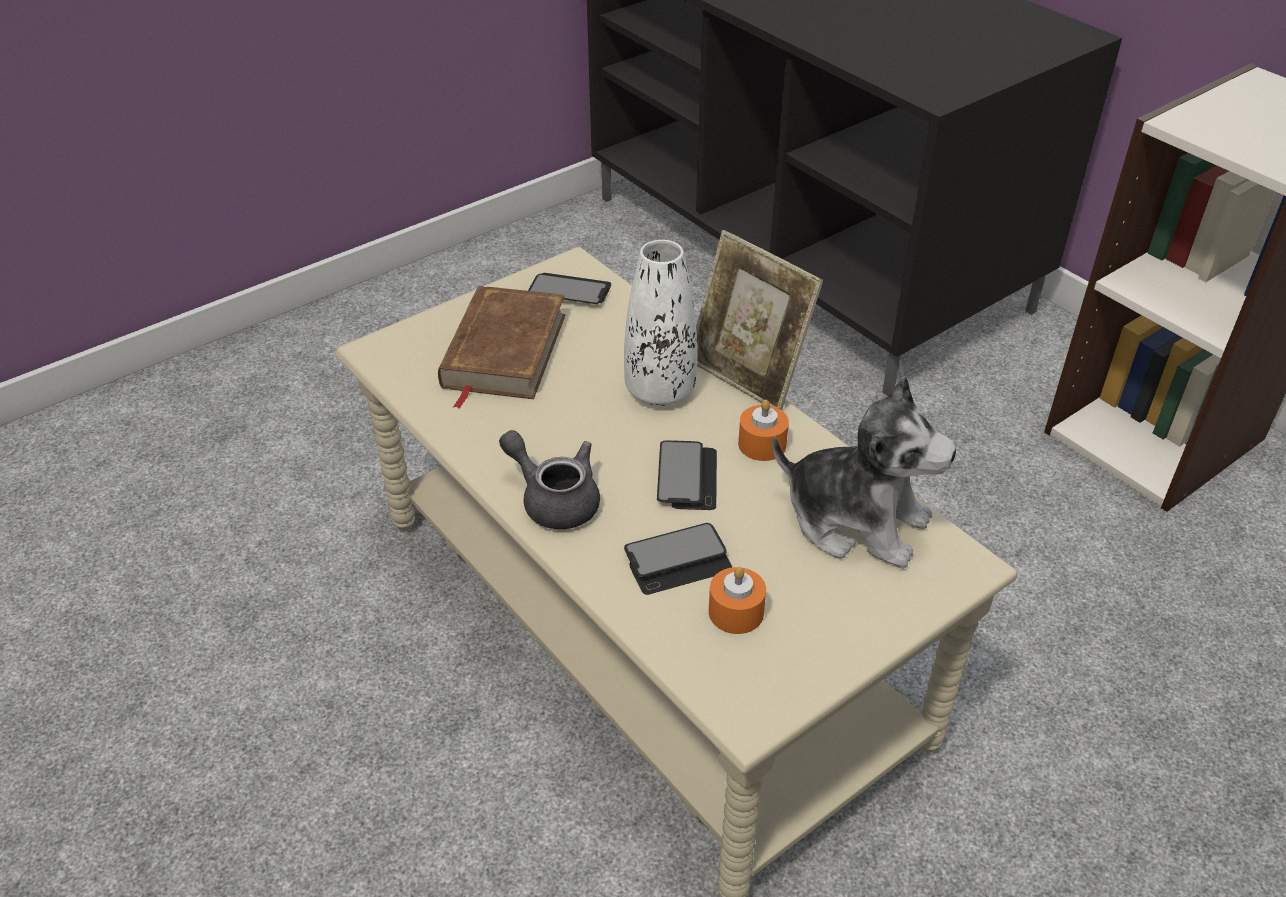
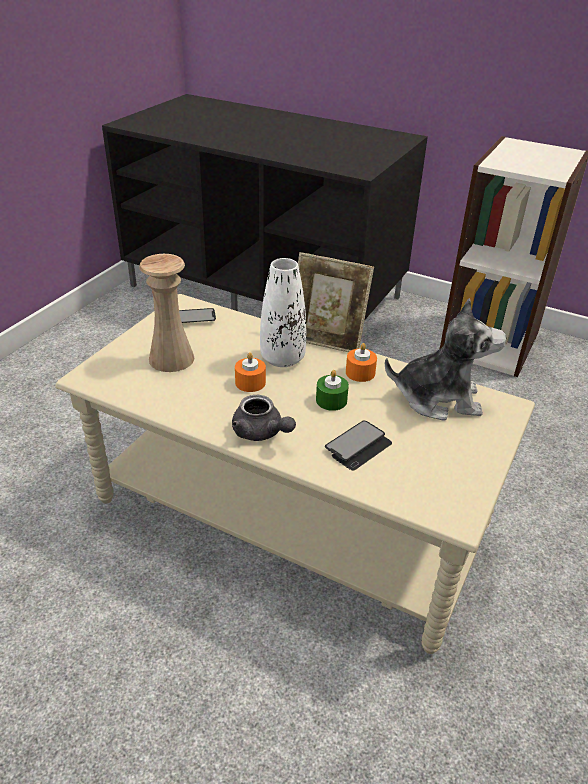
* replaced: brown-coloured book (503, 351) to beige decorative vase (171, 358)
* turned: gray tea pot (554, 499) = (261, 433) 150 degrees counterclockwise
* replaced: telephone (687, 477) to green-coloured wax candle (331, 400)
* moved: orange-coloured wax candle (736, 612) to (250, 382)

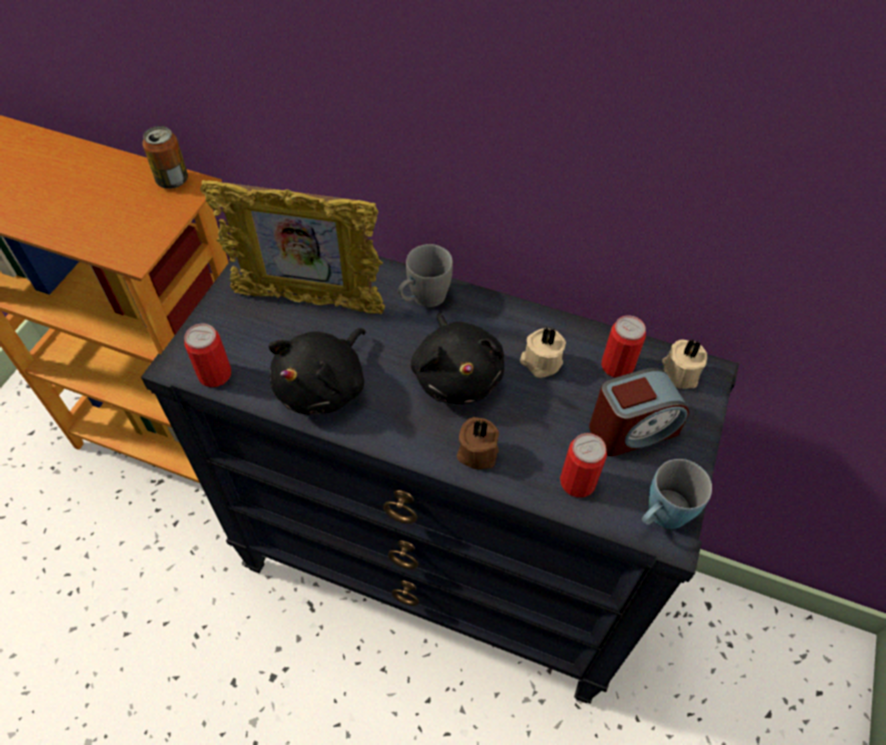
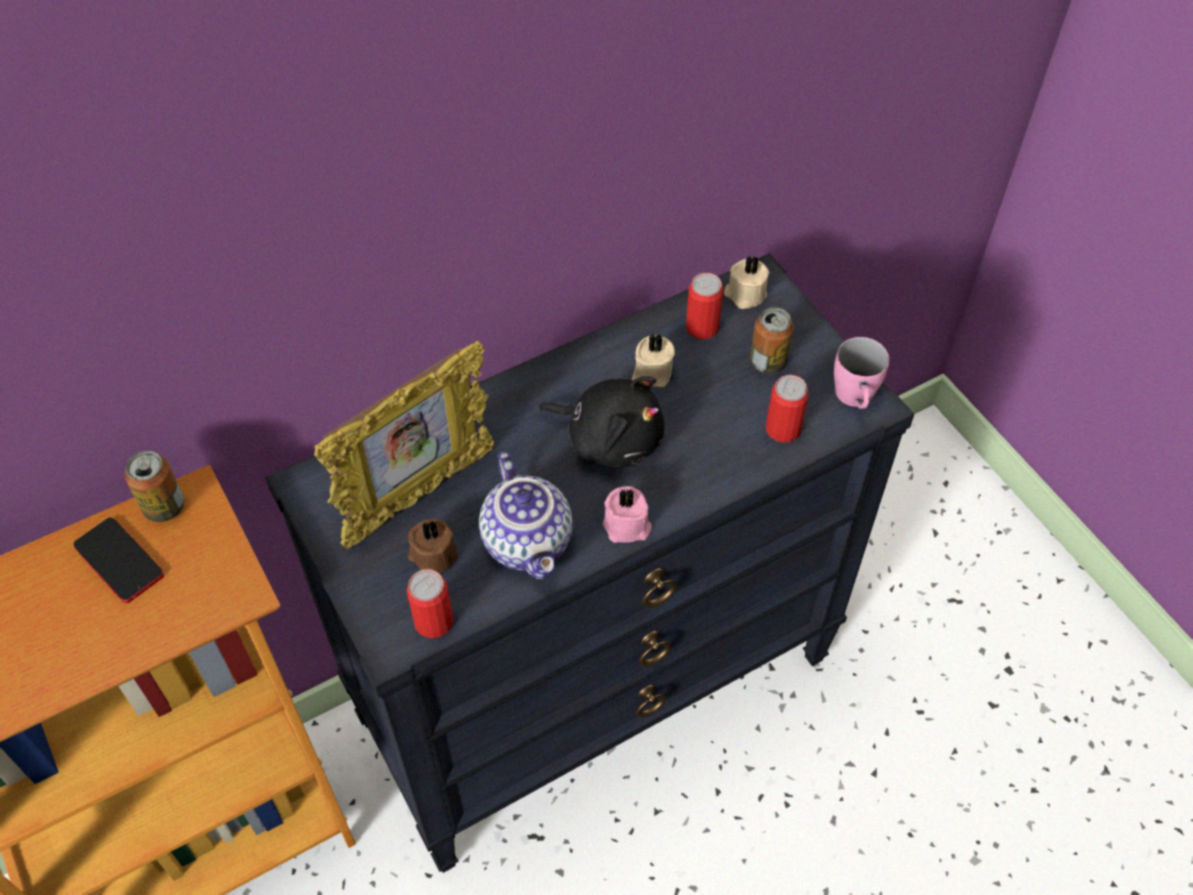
* removed: gray mug (423, 299)
* replaced: black-coloured plush toy (324, 386) to tea pot (530, 542)
* replaced: bedside clock (632, 429) to can (768, 361)
* moved: brown-coloured wax candle (477, 451) to (432, 556)
* recoloured: blue mug (661, 517) to pink-coloured mug (855, 400)
* added: pink-coloured wax candle (627, 527)
* added: telephone (119, 561)

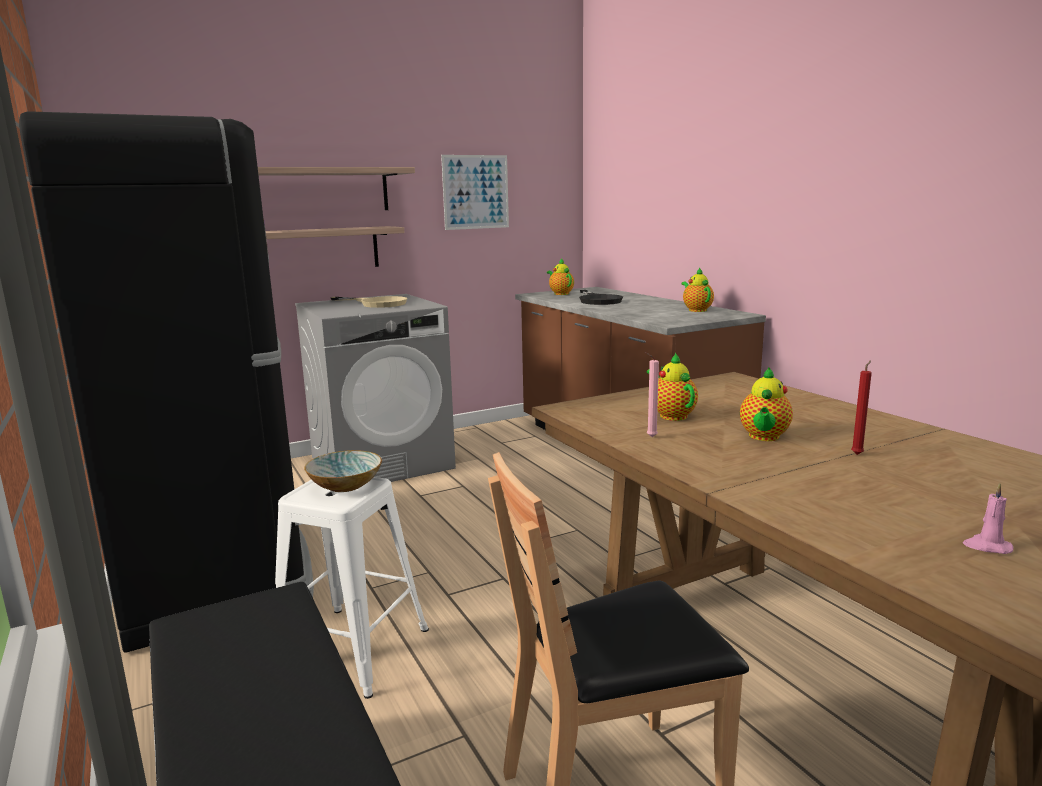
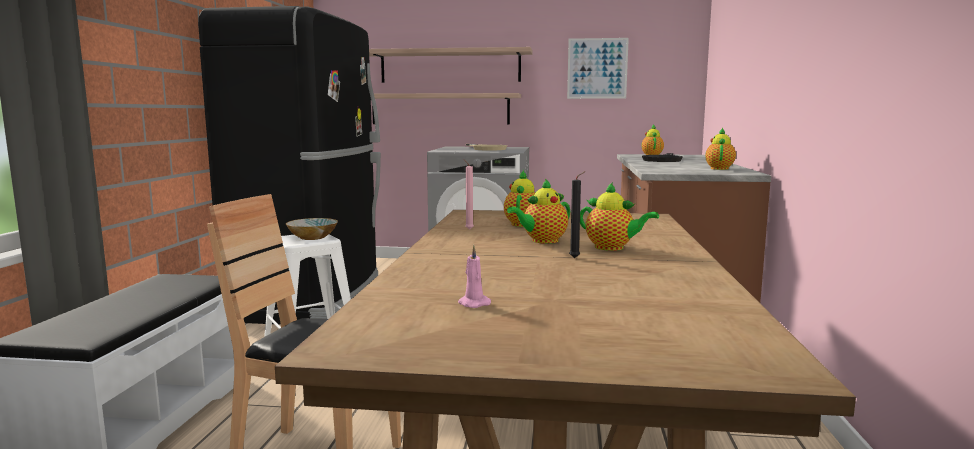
* recoloured: red-coloured wax candle (857, 454) to black-coloured wax candle (576, 258)
* added: tea pot (612, 248)

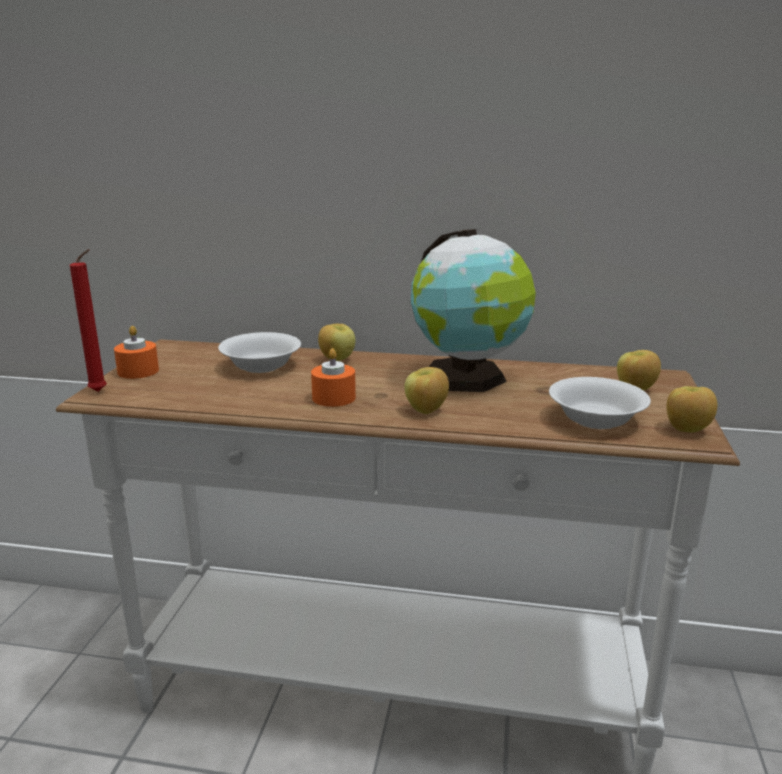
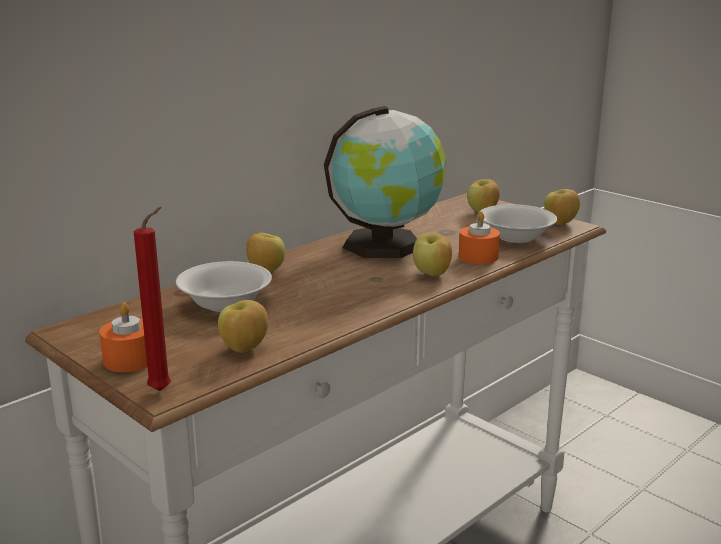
* moved: orange-coloured wax candle (334, 398) to (478, 256)
* added: whole apple (244, 348)

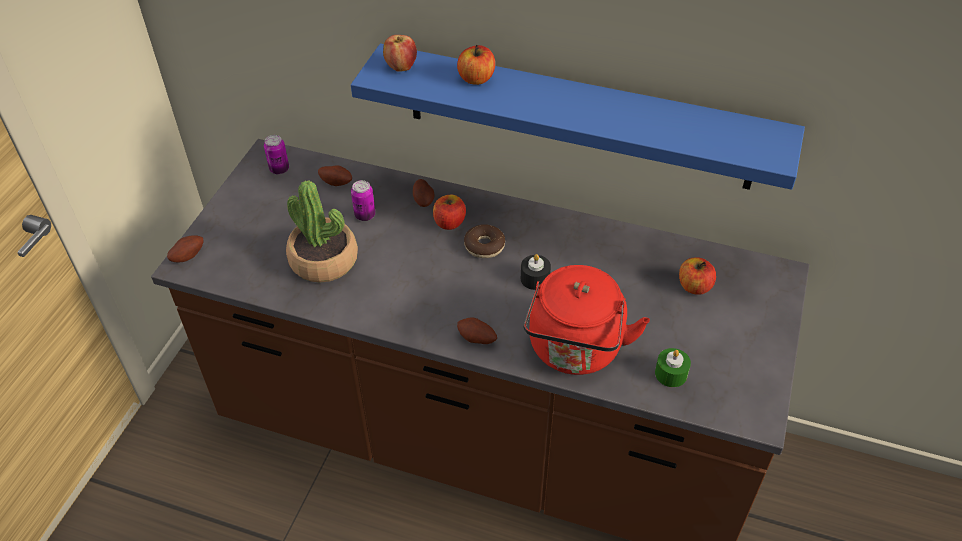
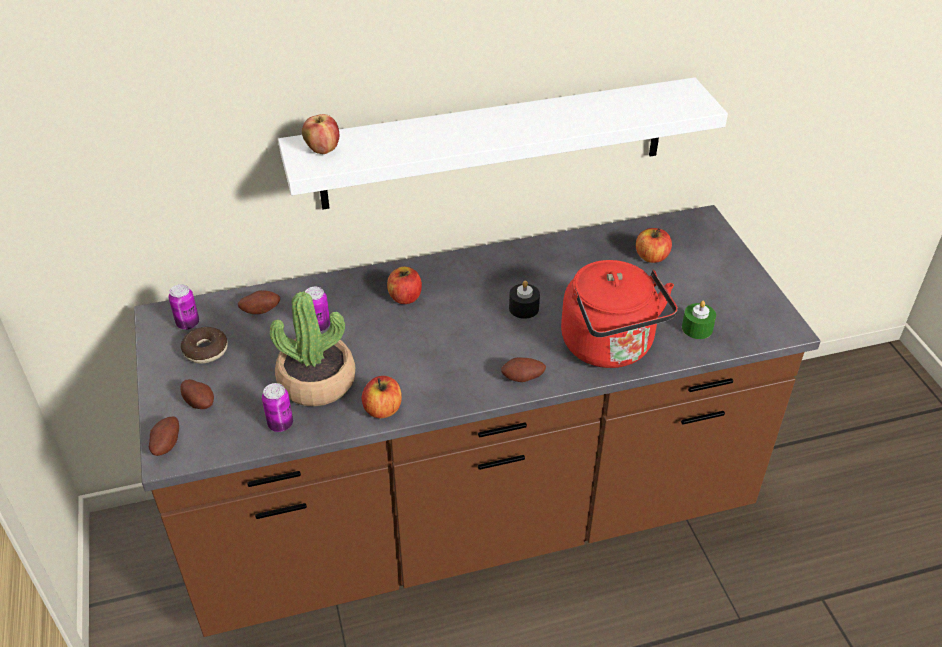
* recoloured: blue wall shelf (578, 117) to white-coloured wall shelf (495, 144)
* moved: whole apple (476, 78) to (383, 409)
* moved: spud (424, 200) to (200, 402)
* moved: doughnut (484, 246) to (205, 350)
* added: can (280, 424)

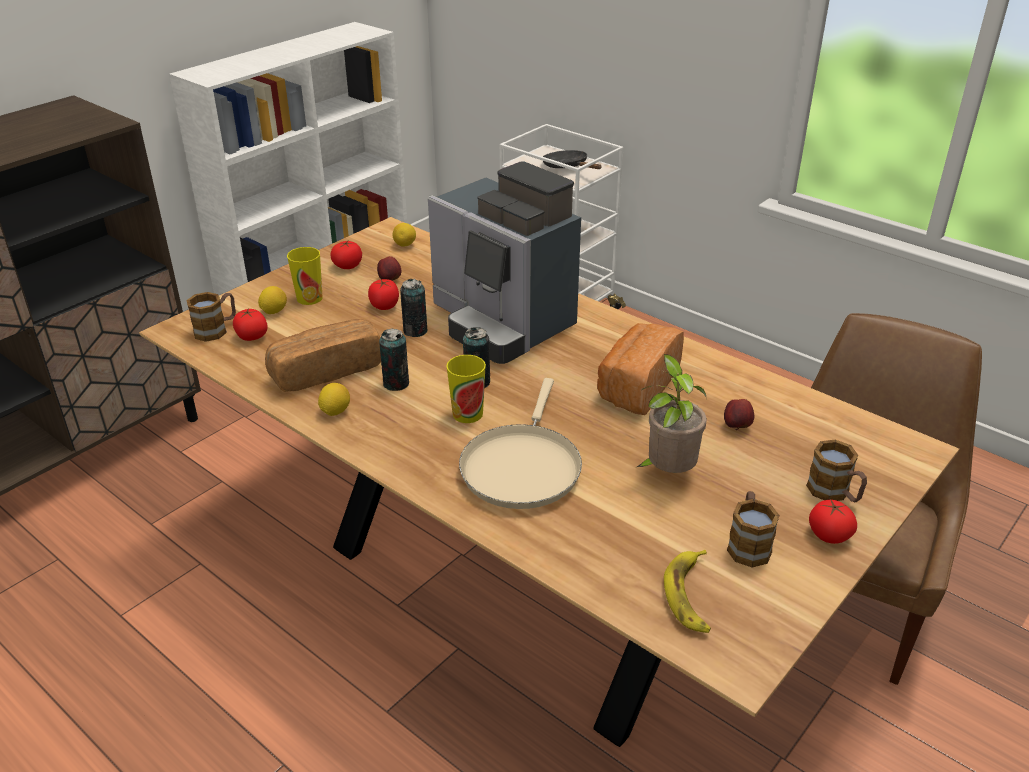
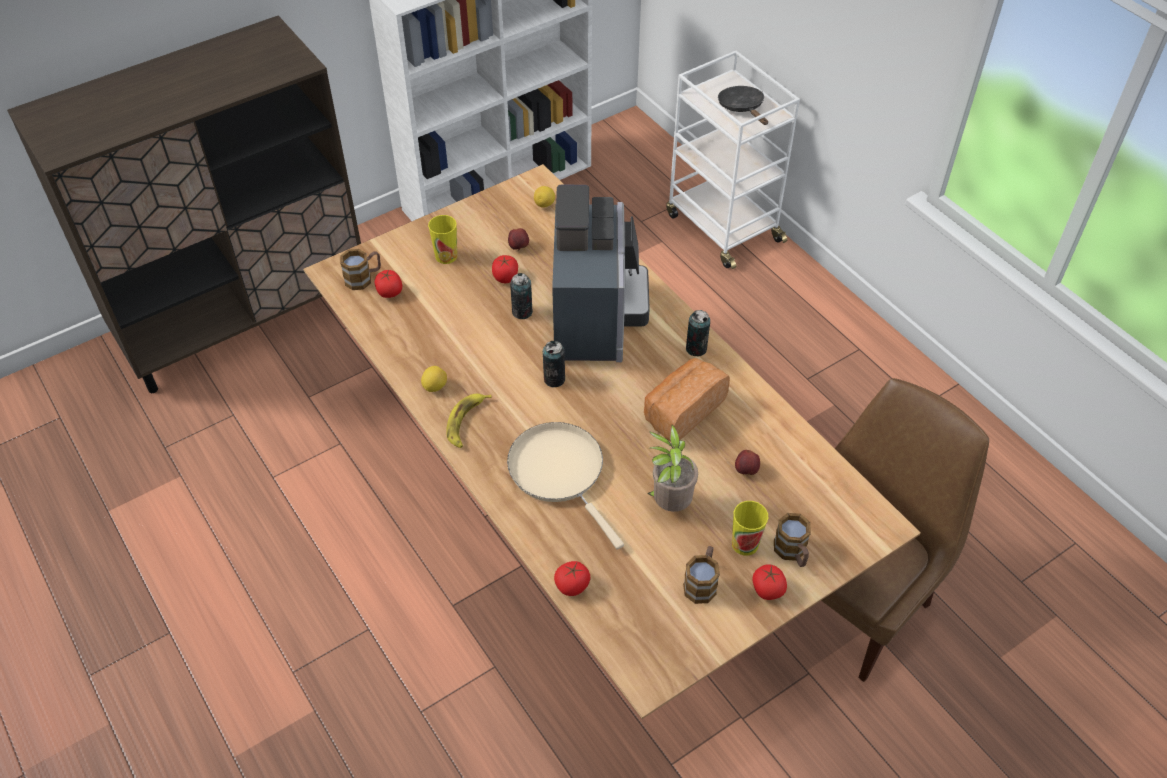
* turned: coffee maker (502, 323) = (597, 317) 150 degrees counterclockwise
* moved: tomato (347, 266) to (572, 585)
* removed: citrus fruit (274, 311)
* removed: bakery bread (326, 371)
* moved: can (396, 384) to (696, 349)
* moved: drinking cup (467, 414) to (745, 544)
* turned: beige pan (522, 466) = (560, 472) 120 degrees clockwise
* moved: banana (690, 595) to (466, 422)

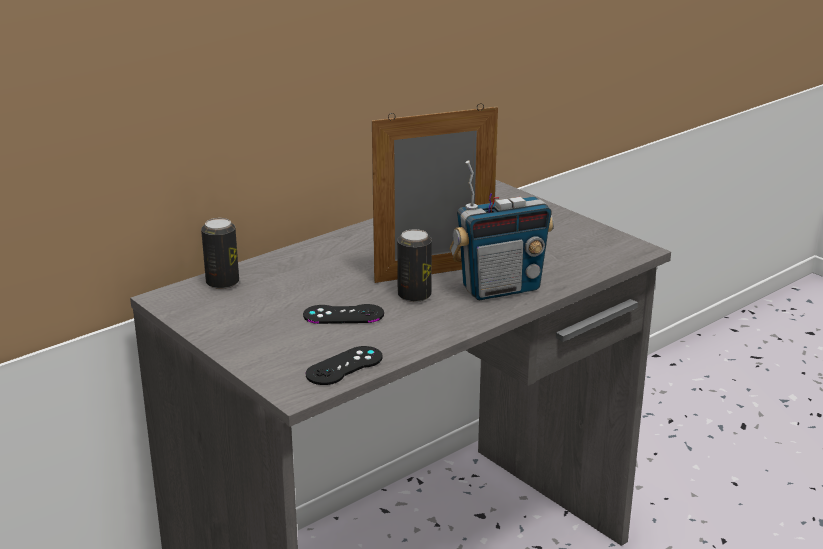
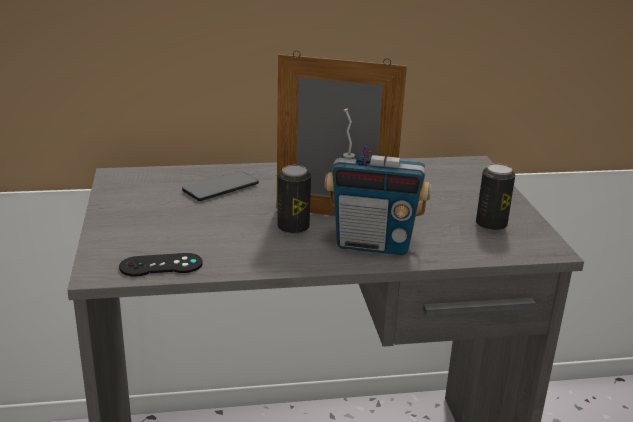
* moved: can (222, 283) to (491, 225)
* removed: black-coloured joypad (343, 315)
* added: telephone (220, 187)

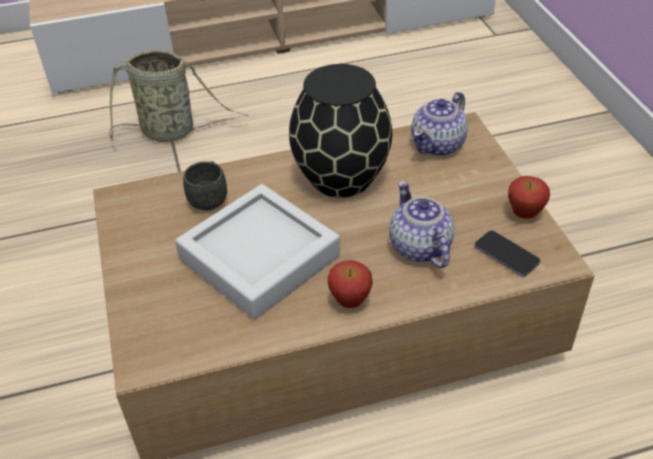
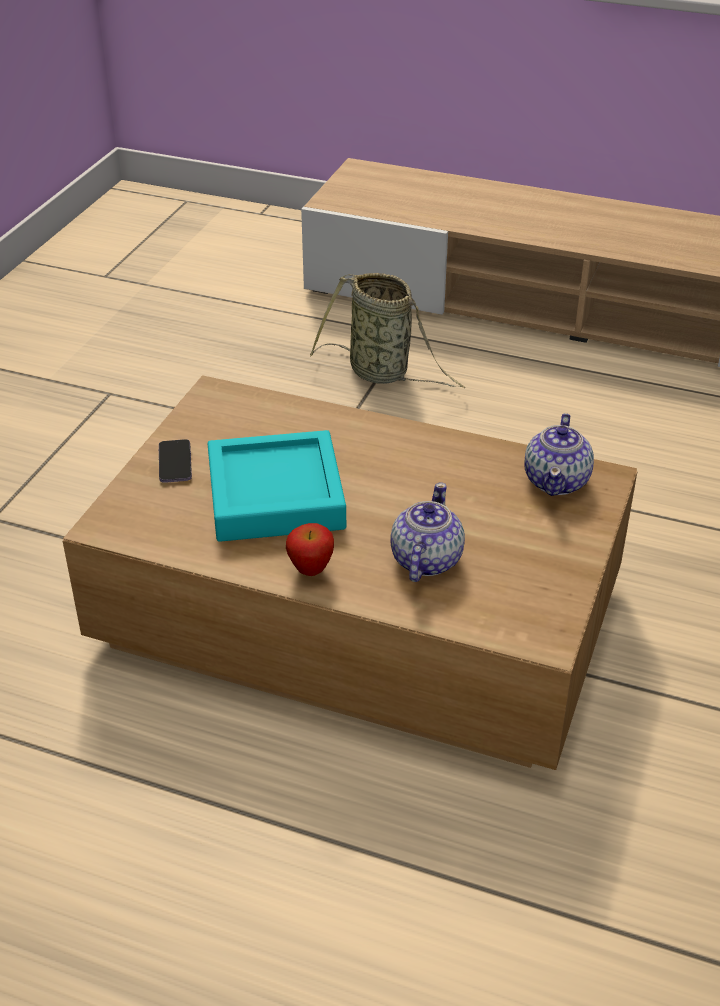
* removed: black-coloured decorative vase (342, 178)
* turned: tea pot (438, 144) = (557, 481) 60 degrees counterclockwise
* removed: gray mug (210, 198)
* removed: whole apple (524, 214)
* recoloured: gray tray (259, 257) to blue-green tray (275, 496)
* moved: telephone (506, 255) to (175, 463)

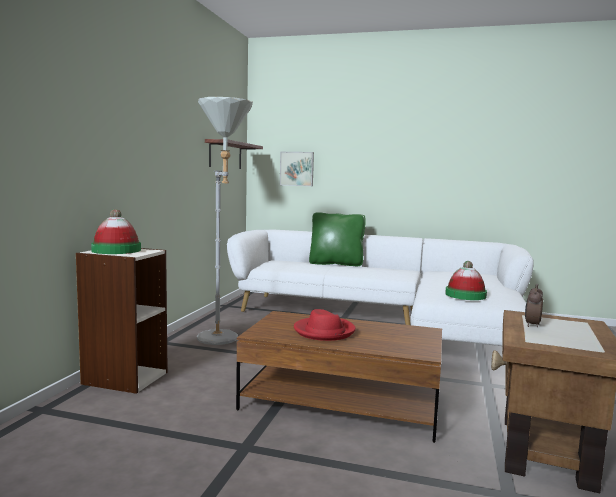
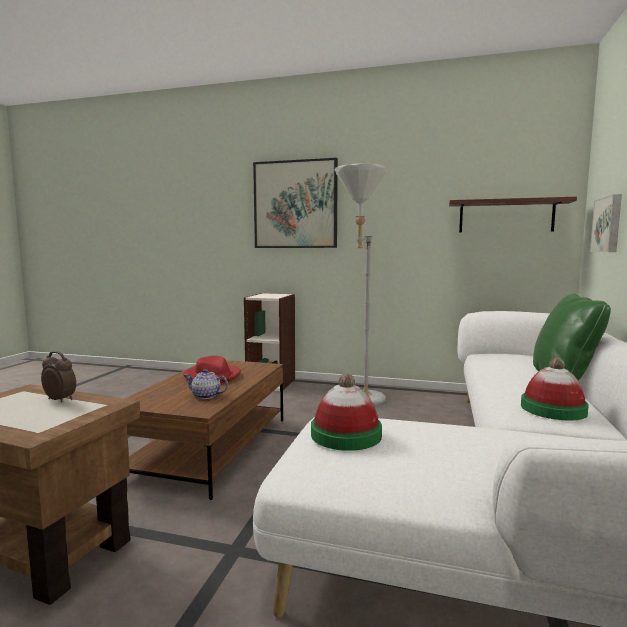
* moved: hat (116, 250) to (553, 409)
* added: wall picture (295, 205)
* added: tea pot (206, 396)

